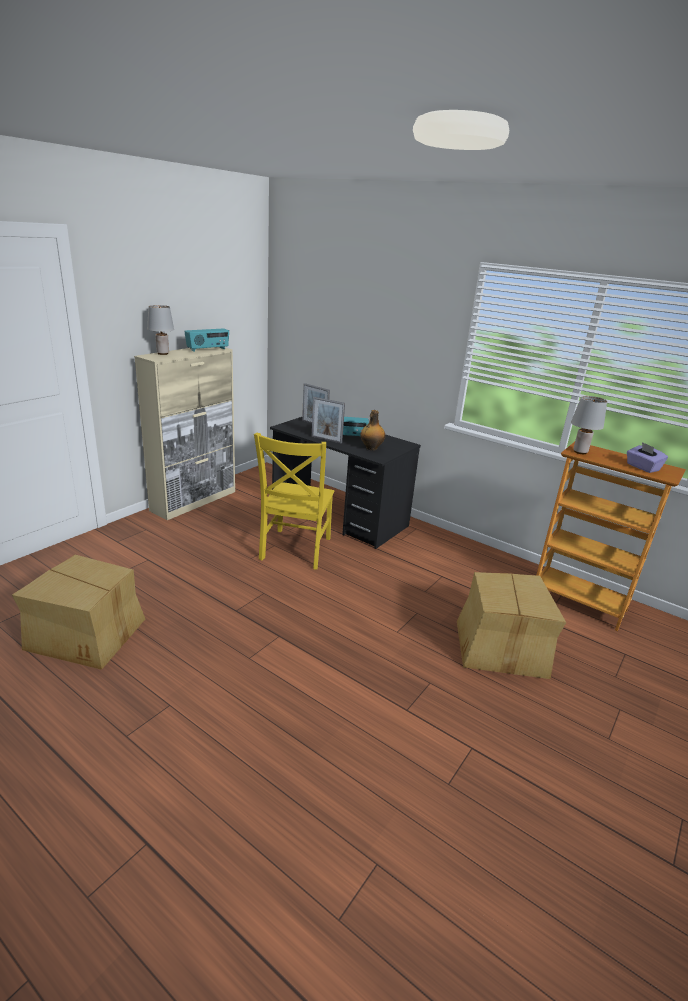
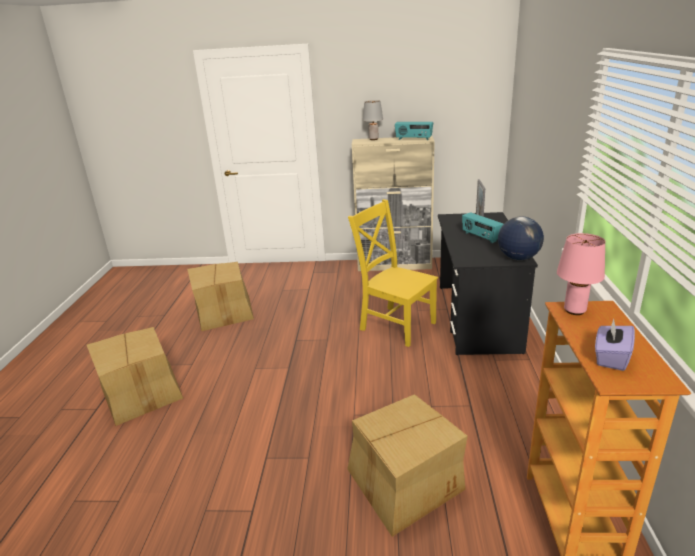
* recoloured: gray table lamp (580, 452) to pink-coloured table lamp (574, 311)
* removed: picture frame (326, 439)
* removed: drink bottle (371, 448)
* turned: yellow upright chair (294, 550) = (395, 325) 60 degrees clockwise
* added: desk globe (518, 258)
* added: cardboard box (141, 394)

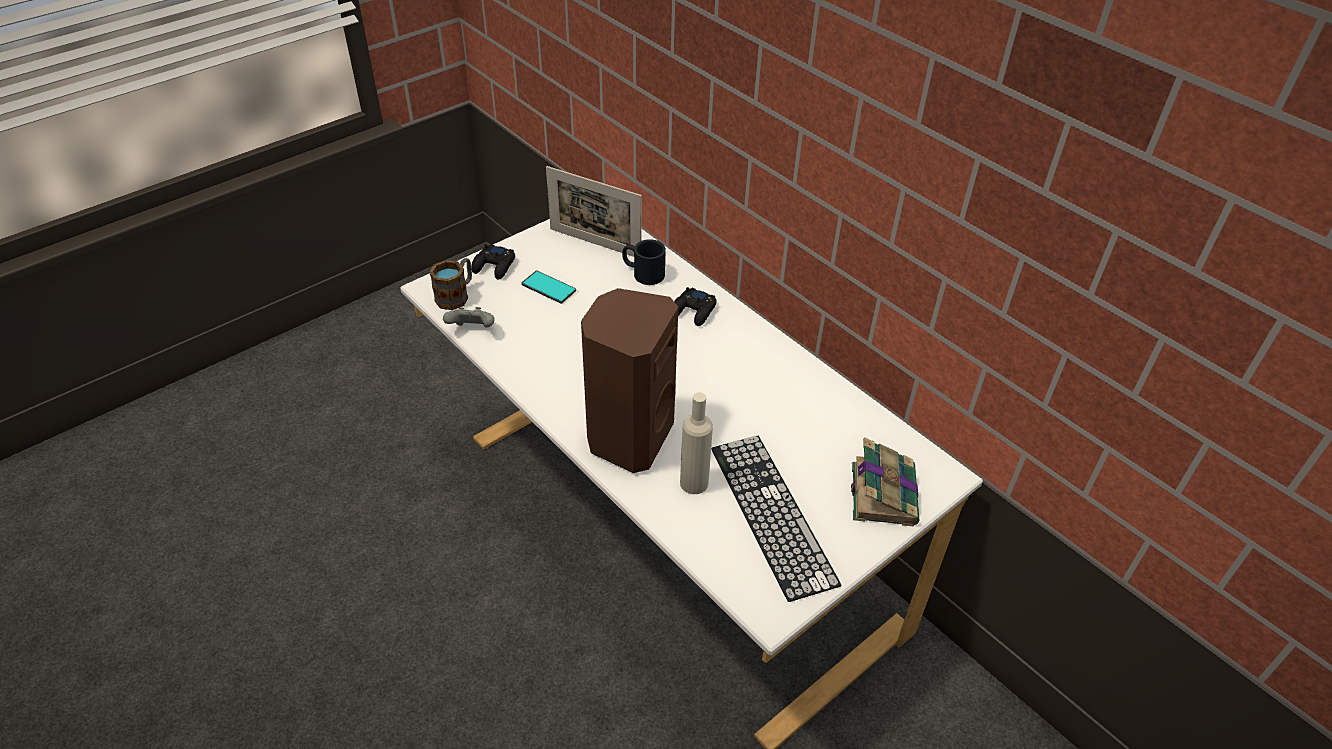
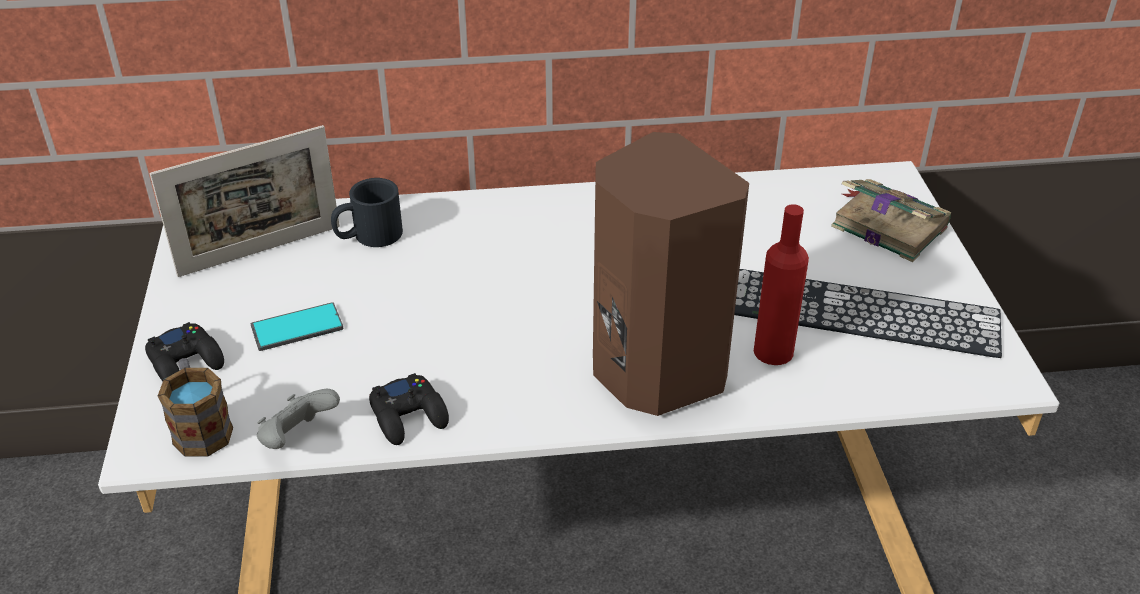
* moved: black-coloured joypad (694, 311) to (409, 416)
* recoloured: beige drink bottle (694, 483) to red-coloured drink bottle (773, 351)

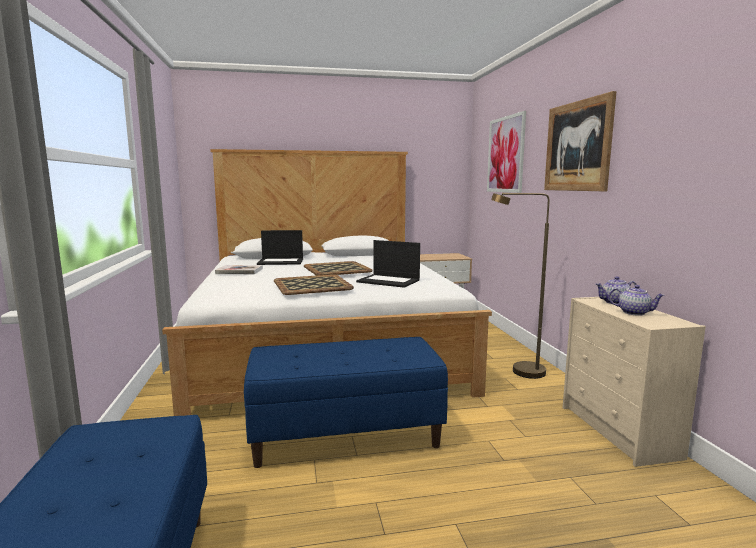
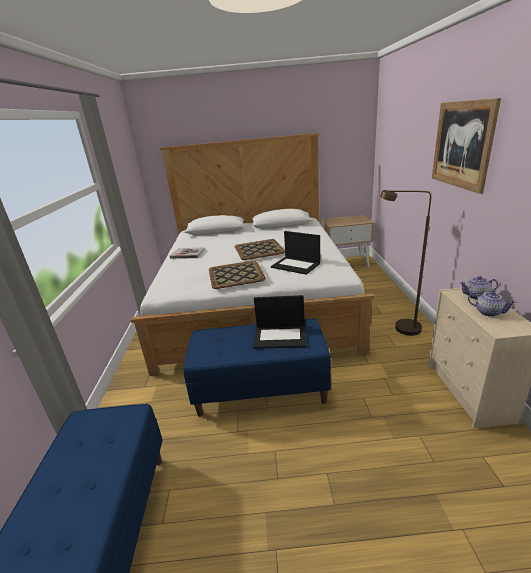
* removed: wall picture (505, 154)
* moved: laptop (281, 262) to (281, 336)

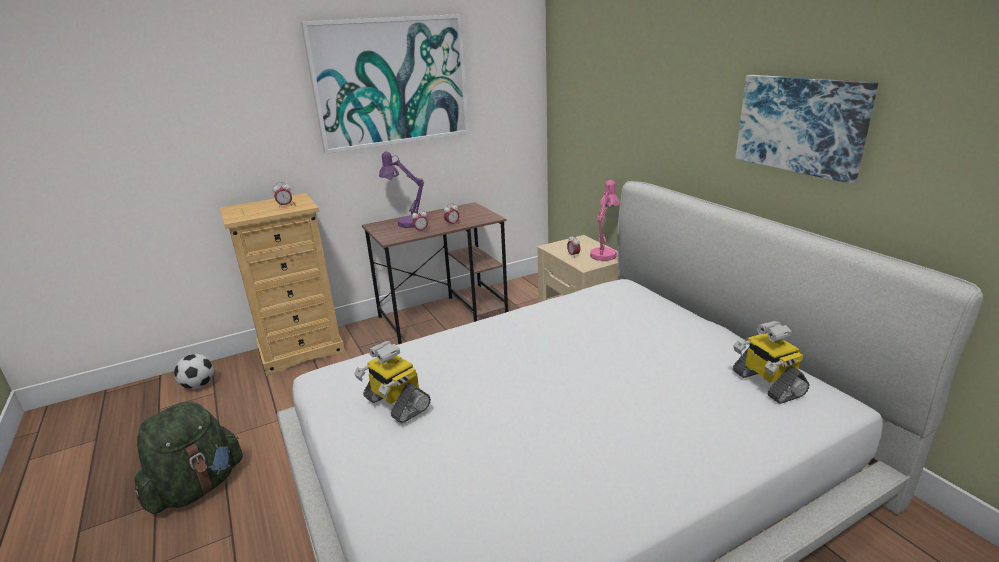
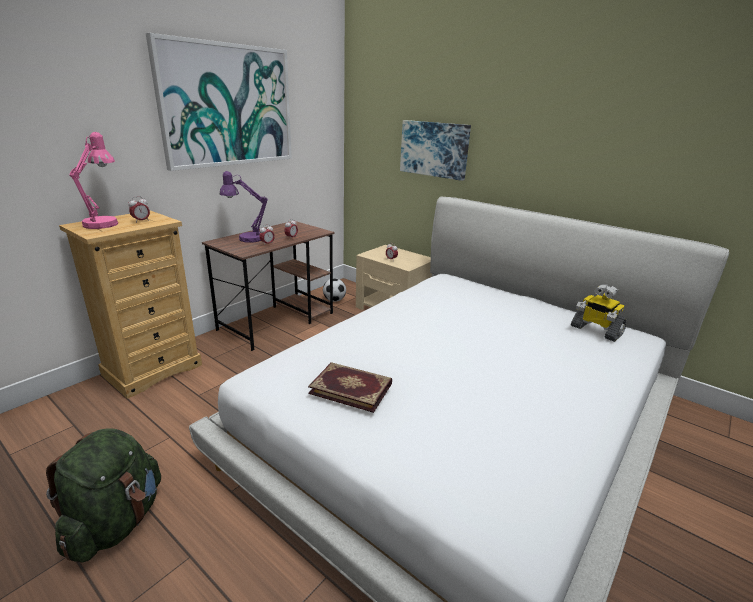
* moved: wall picture (801, 125) to (434, 149)
* moved: pink-coloured table lamp (604, 253) to (104, 223)
* replaced: robot figure (395, 404) to book (351, 388)
* moved: football ball (199, 385) to (334, 300)

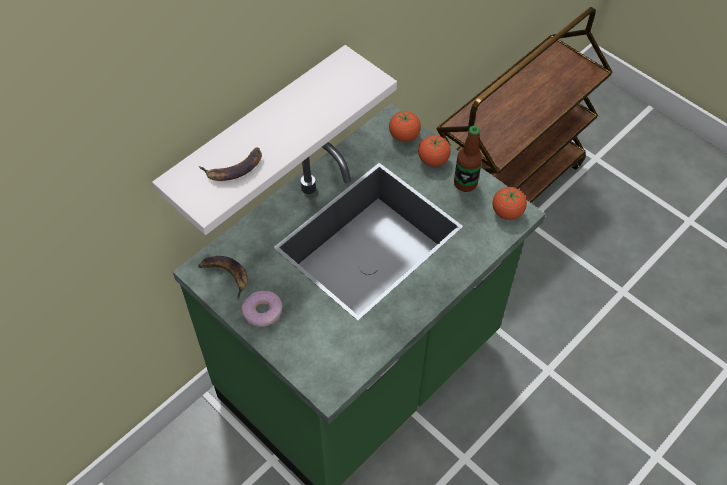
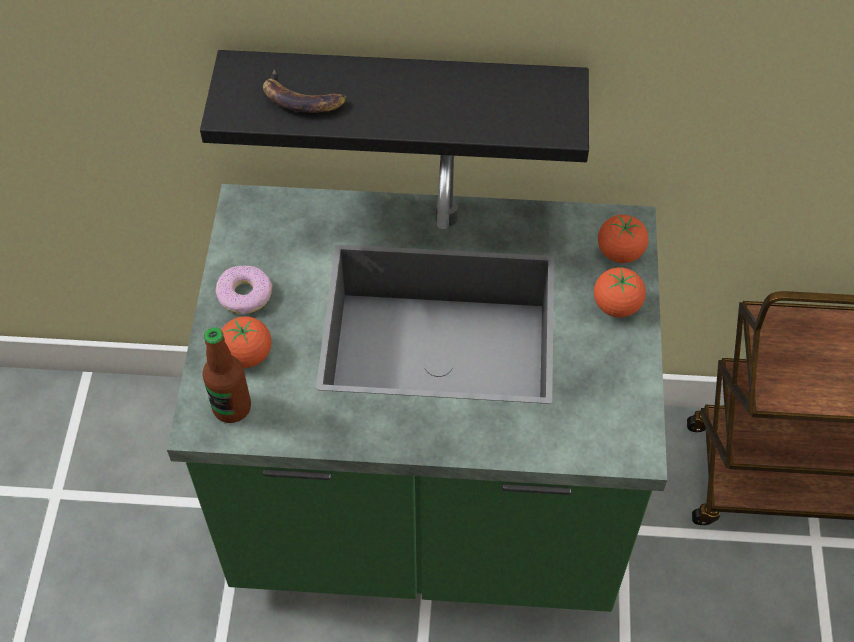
* recoloured: white-coloured wall shelf (258, 137) to black-coloured wall shelf (403, 103)
* moved: drink bottle (465, 183) to (232, 407)
* moved: tomato (507, 212) to (247, 355)
* removed: banana (225, 275)

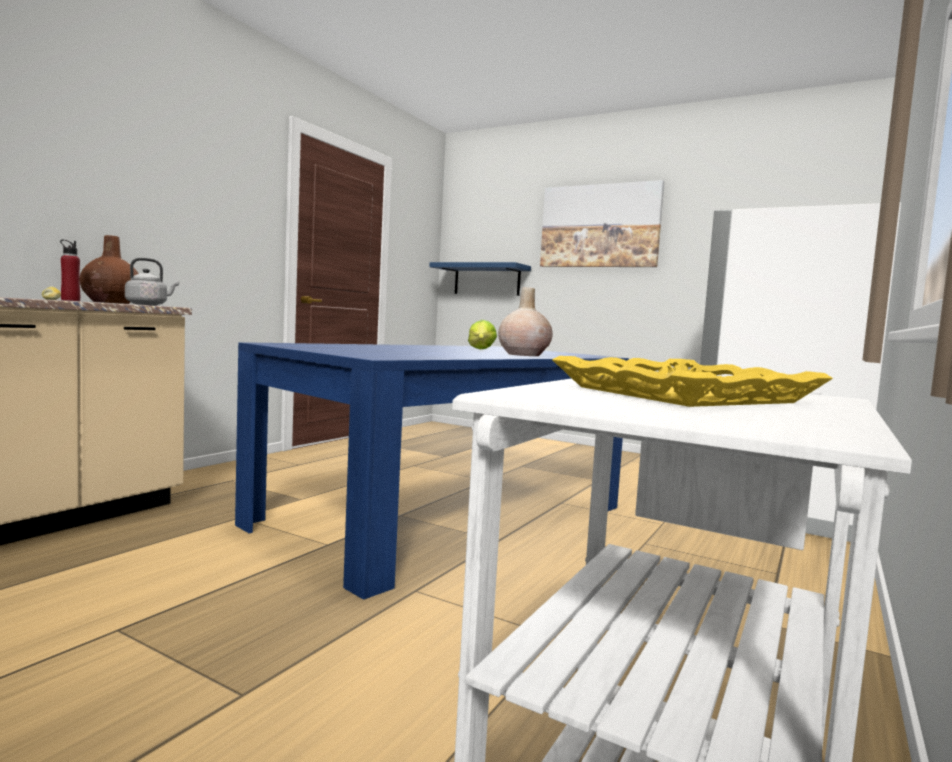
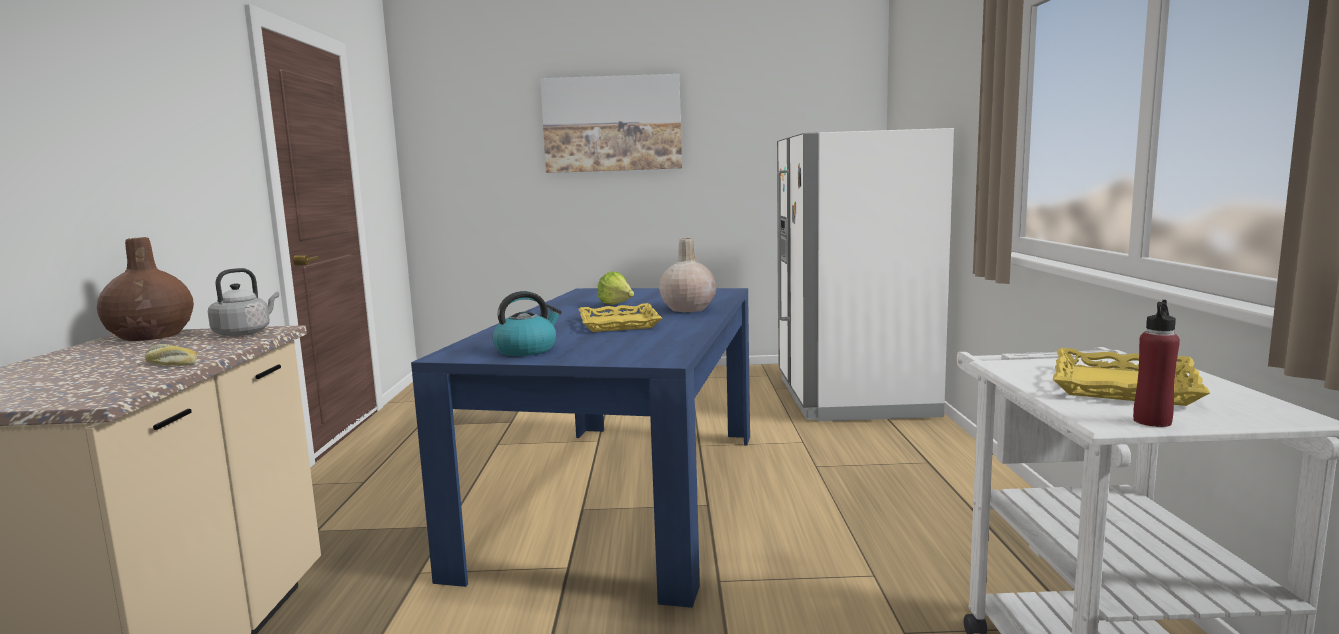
* moved: red-coloured drink bottle (70, 300) to (1152, 421)
* removed: blue wall shelf (487, 280)
* added: kettle (526, 350)
* added: yellow tray (619, 324)

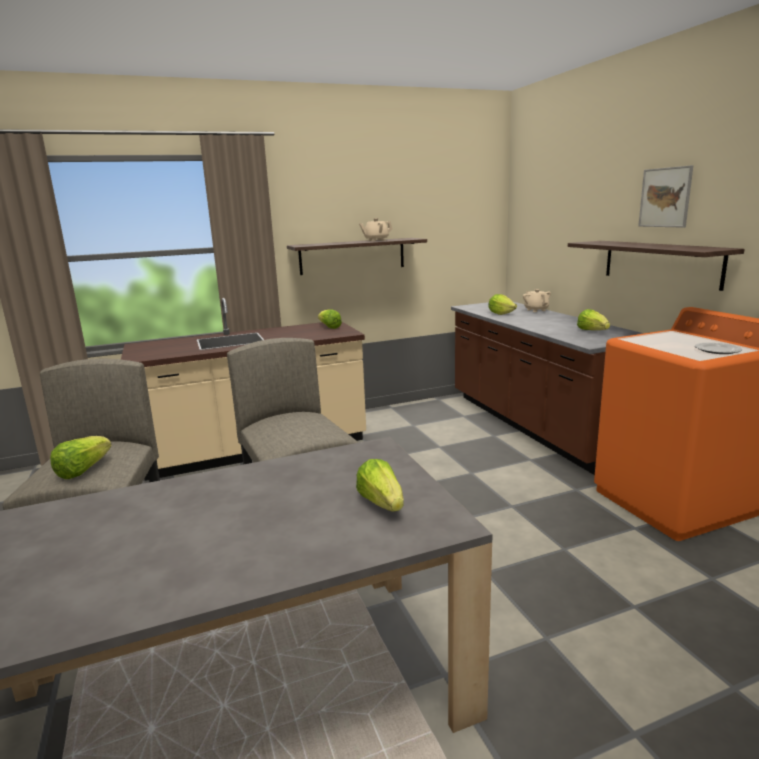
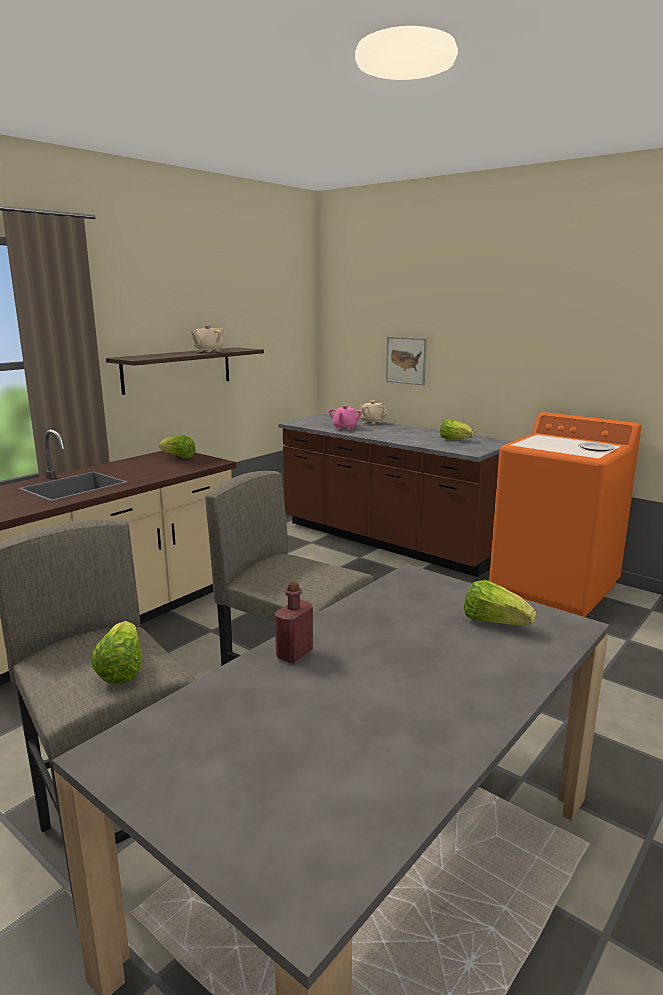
* moved: wall picture (665, 197) to (406, 360)
* removed: wall shelf (660, 263)
* replaced: lettuce head (501, 314) to pink-coloured tea pot (344, 428)
* added: red-coloured drink bottle (294, 654)

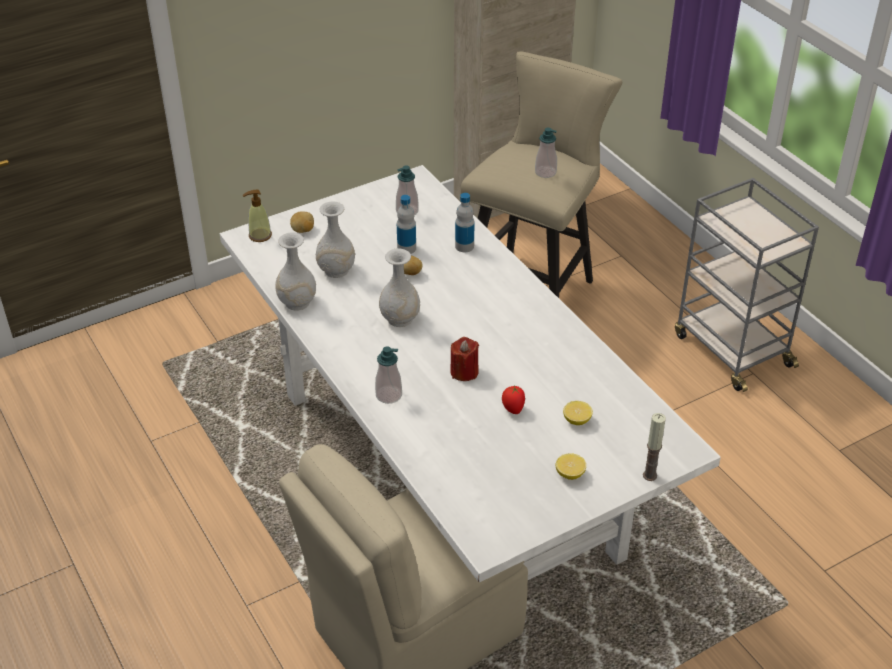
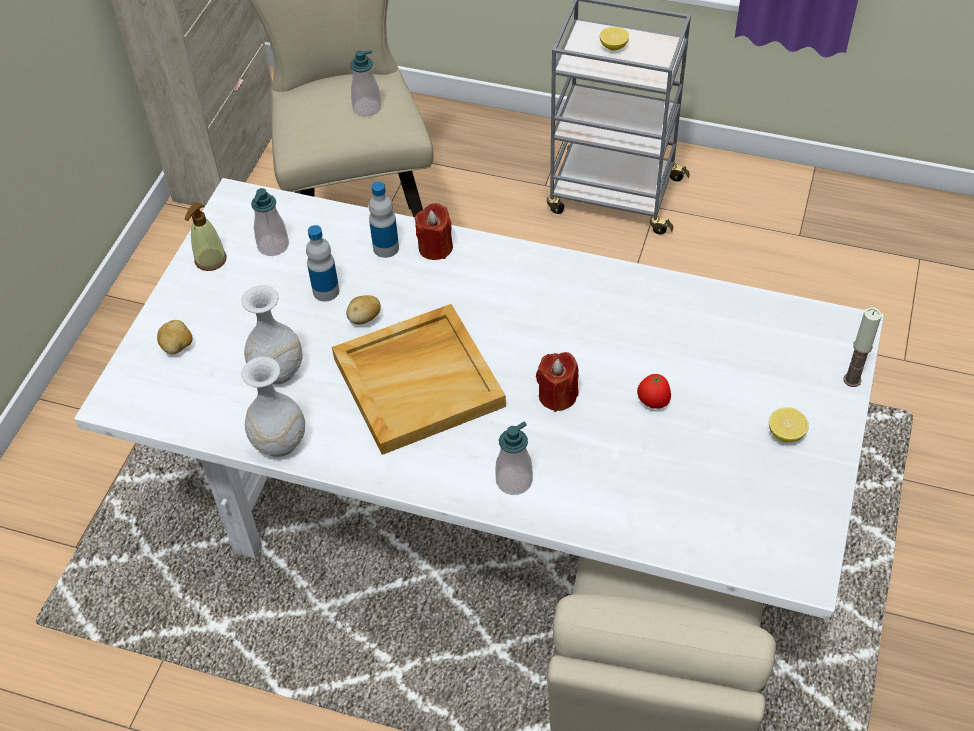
* moved: liquid soap bottle (260, 235) to (210, 260)
* replaced: white-coloured decorative vase (400, 319) to beige tray (419, 380)
* moved: citrus fruit (577, 420) to (613, 47)
* added: red-coloured wax candle (435, 247)

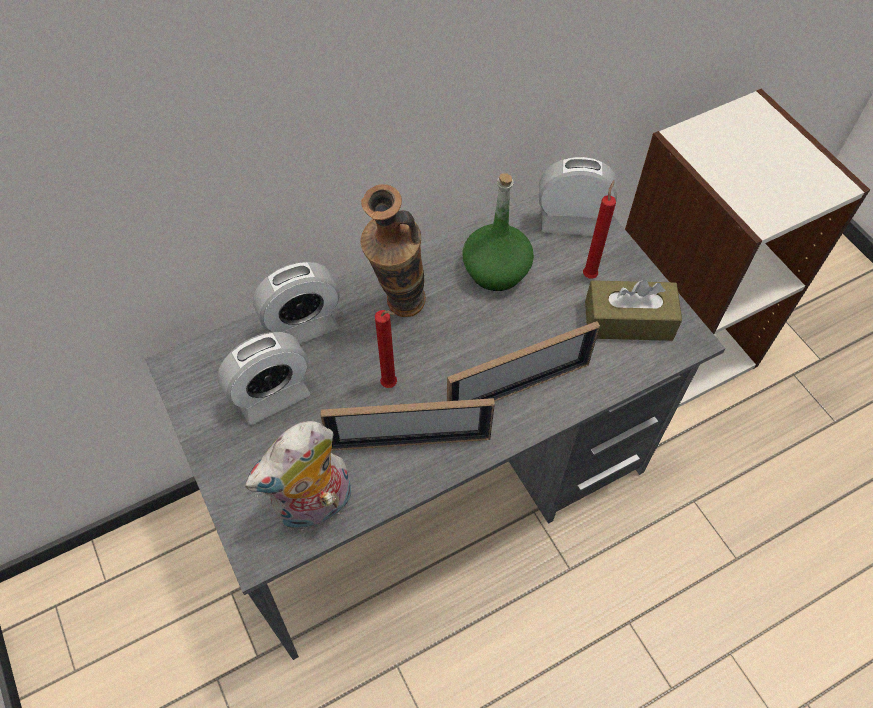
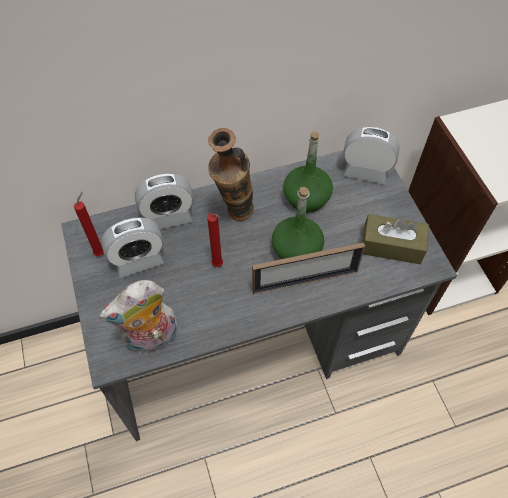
* moved: red-coloured wax candle (590, 274) to (101, 252)
* removed: picture frame (409, 442)
* added: green-coloured drink bottle (297, 249)

